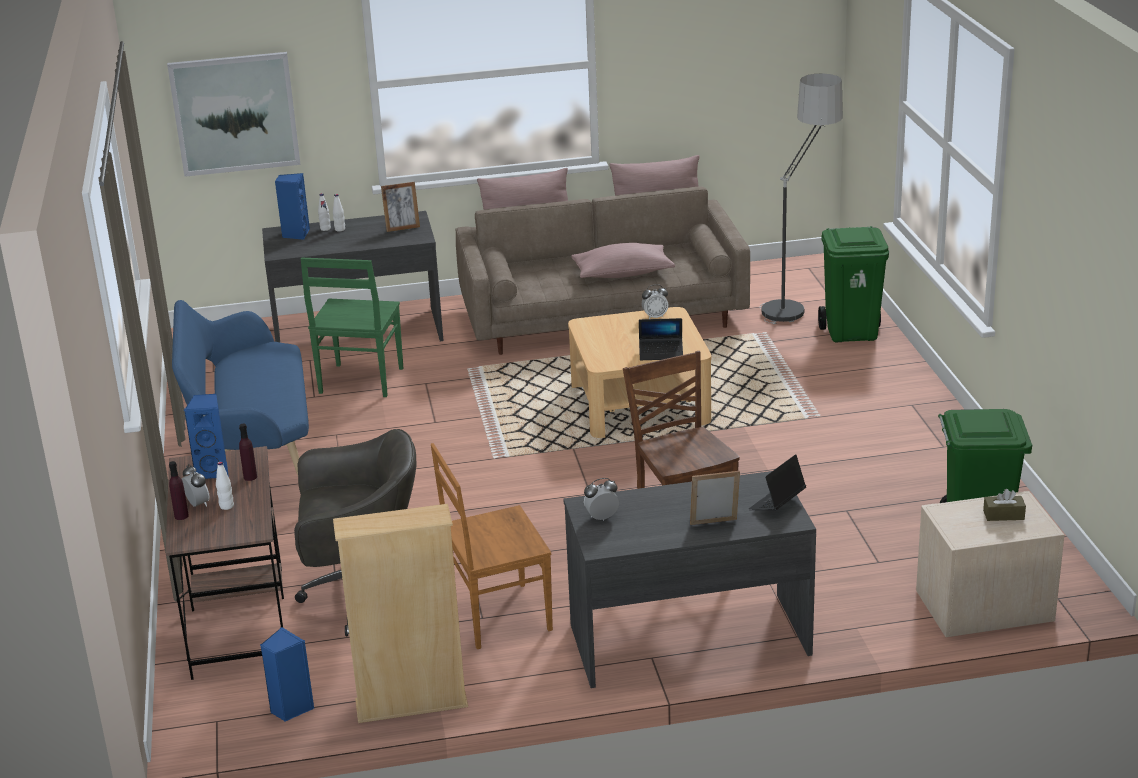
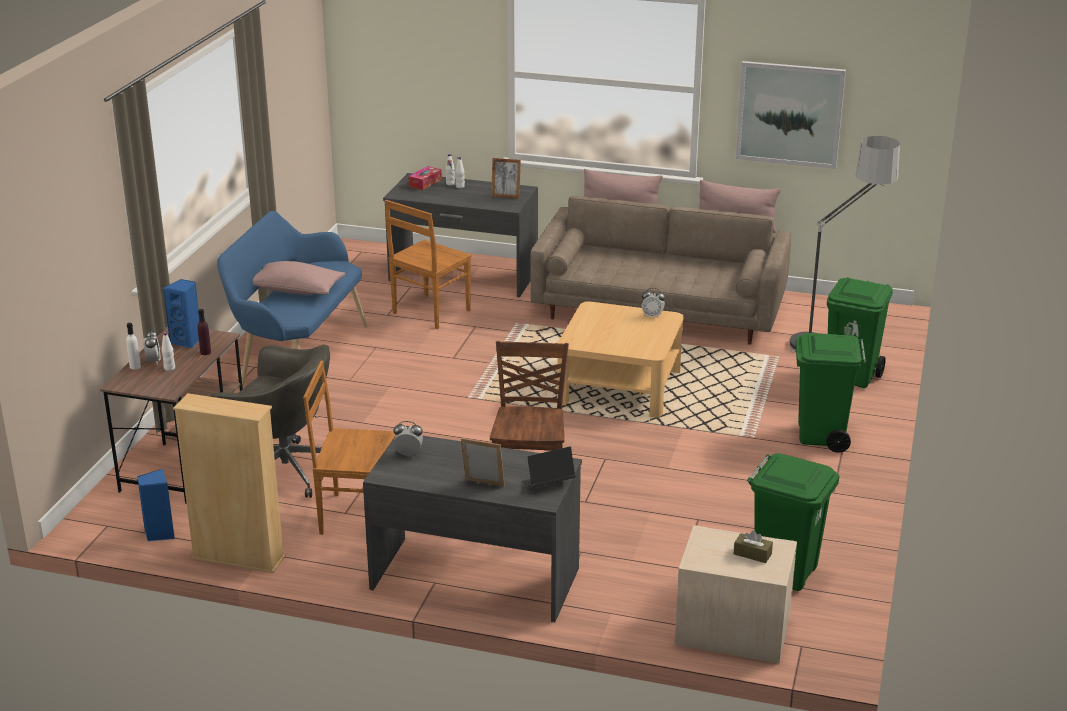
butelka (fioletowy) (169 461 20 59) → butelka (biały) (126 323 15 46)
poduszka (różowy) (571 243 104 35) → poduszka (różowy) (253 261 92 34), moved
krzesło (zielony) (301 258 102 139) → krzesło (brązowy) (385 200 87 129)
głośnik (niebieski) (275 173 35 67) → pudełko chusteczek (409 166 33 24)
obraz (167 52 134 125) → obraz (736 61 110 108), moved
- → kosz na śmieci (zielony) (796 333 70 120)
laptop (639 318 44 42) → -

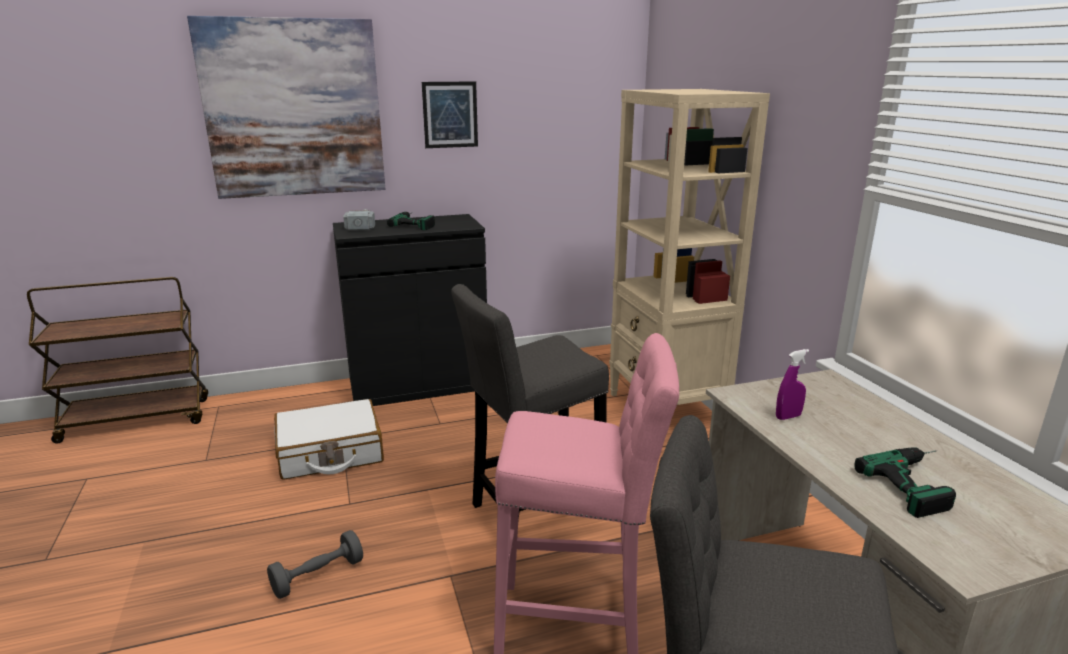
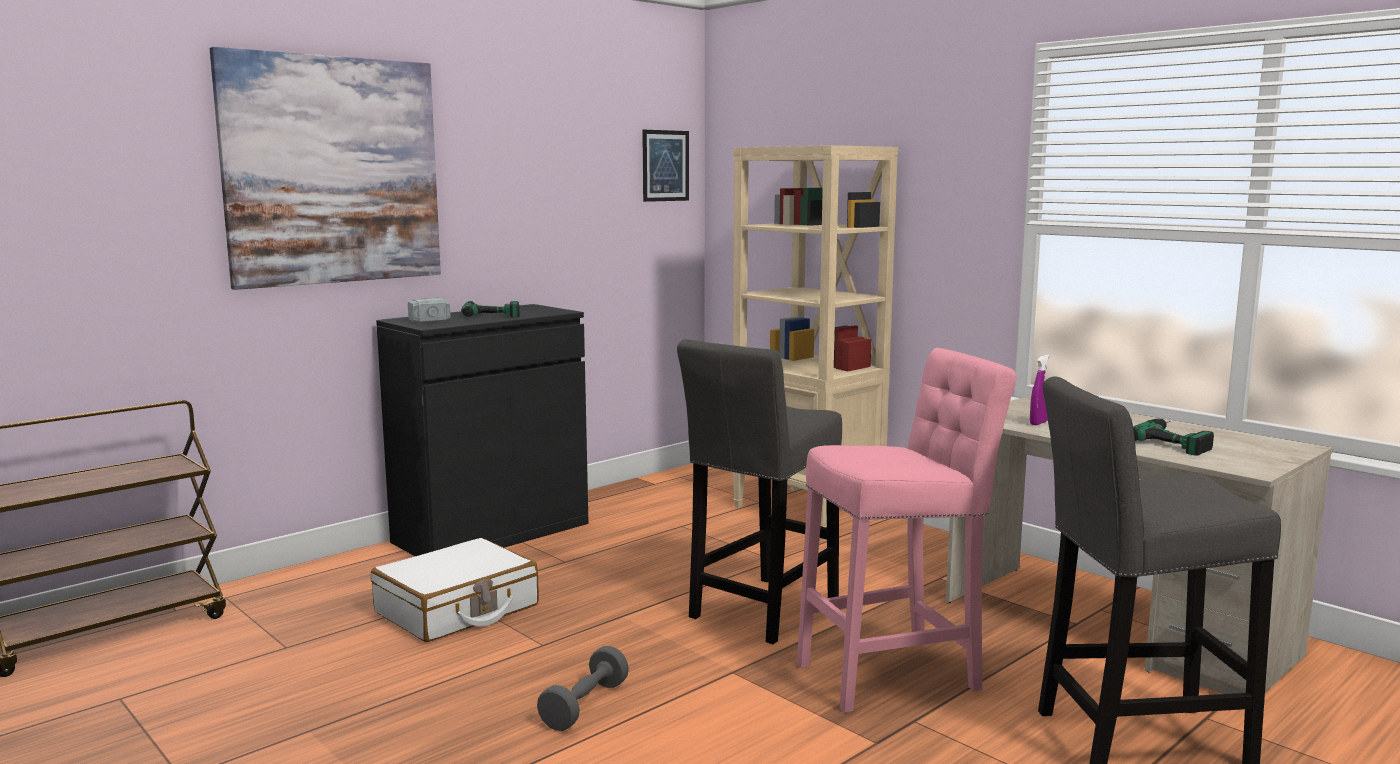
obraz (422 81 56 67) → obraz (642 130 47 72), moved

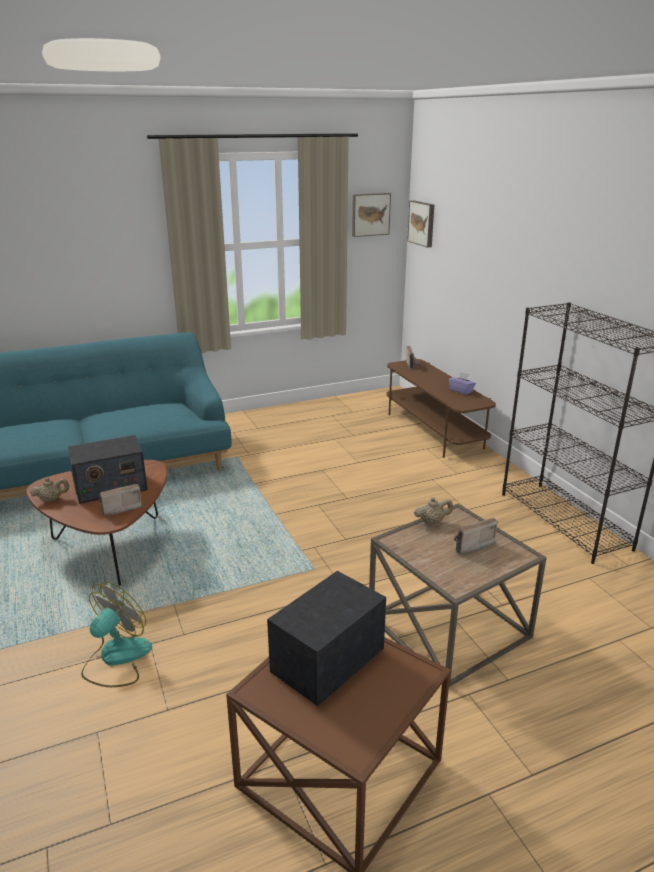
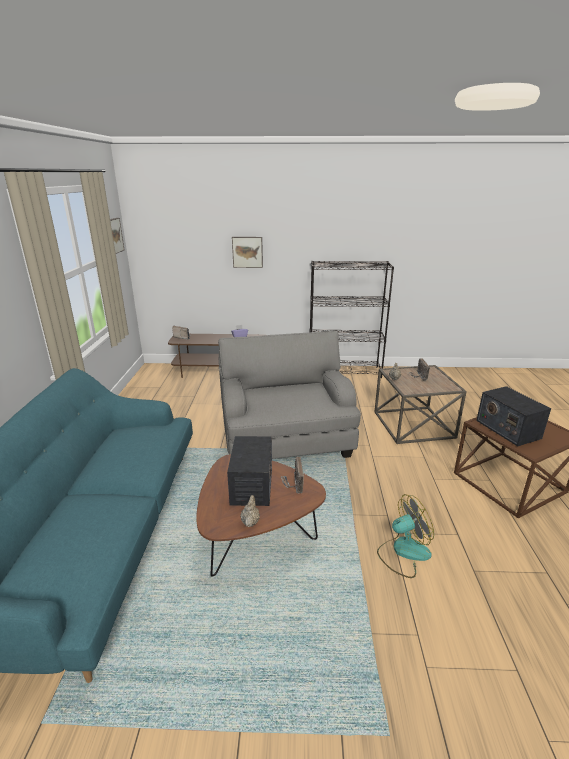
- → fotel (szary) (218 331 143 128)
obraz (407 200 27 48) → obraz (232 237 31 31), moved
wentylator (81 582 71 105) → wentylator (377 494 57 84), 105 degrees clockwise

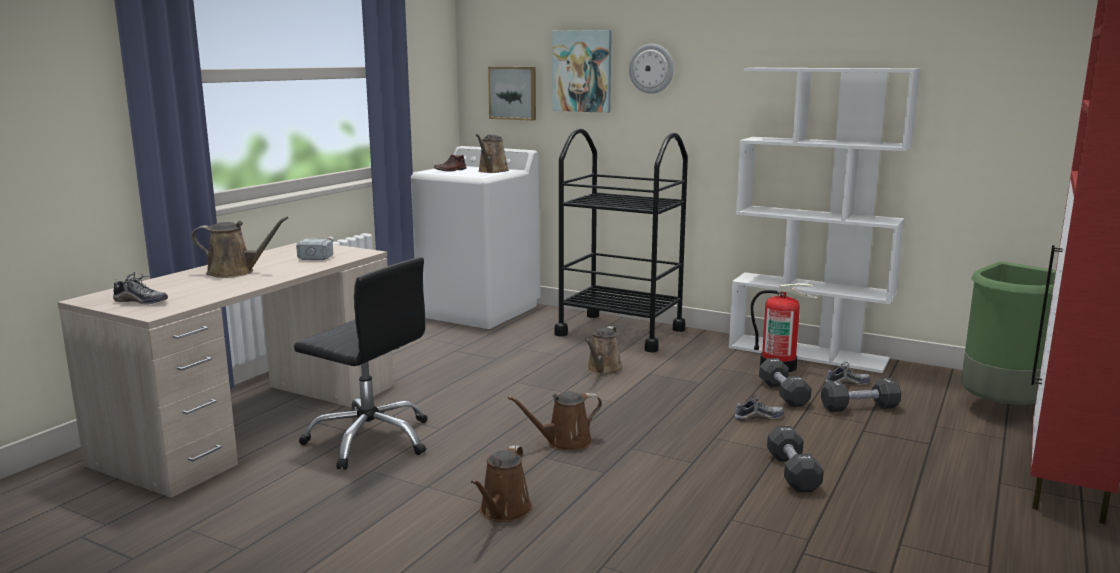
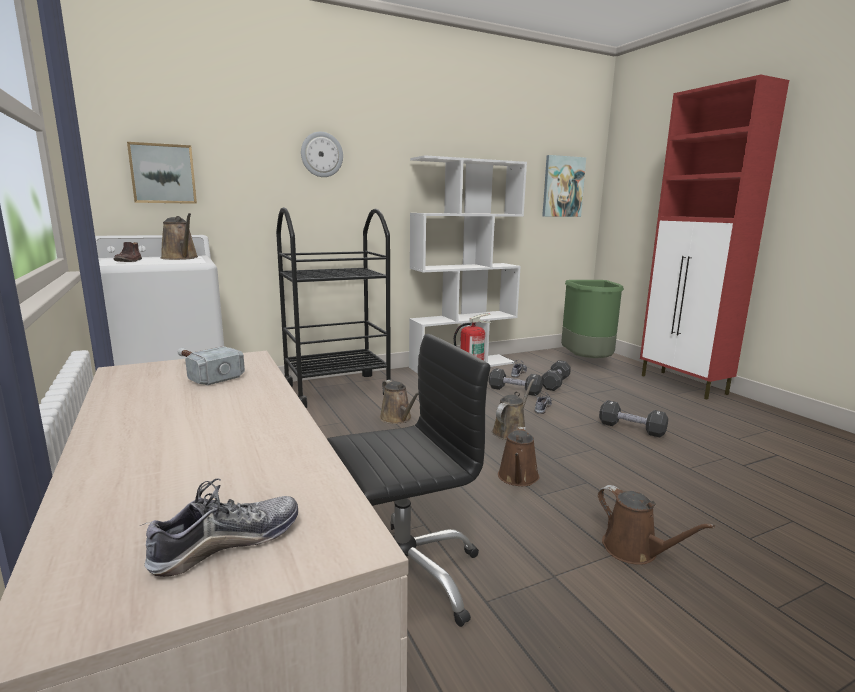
konewka (brązowy) (191 216 98 62) → konewka (brązowy) (492 379 42 61), moved
obraz (552 30 60 83) → obraz (542 155 44 62), moved

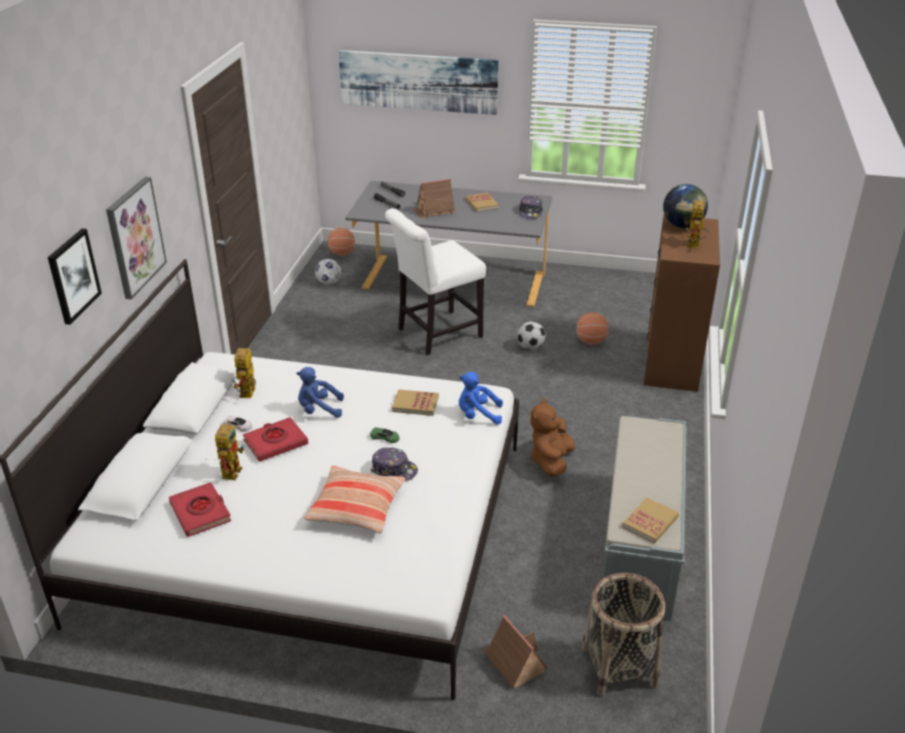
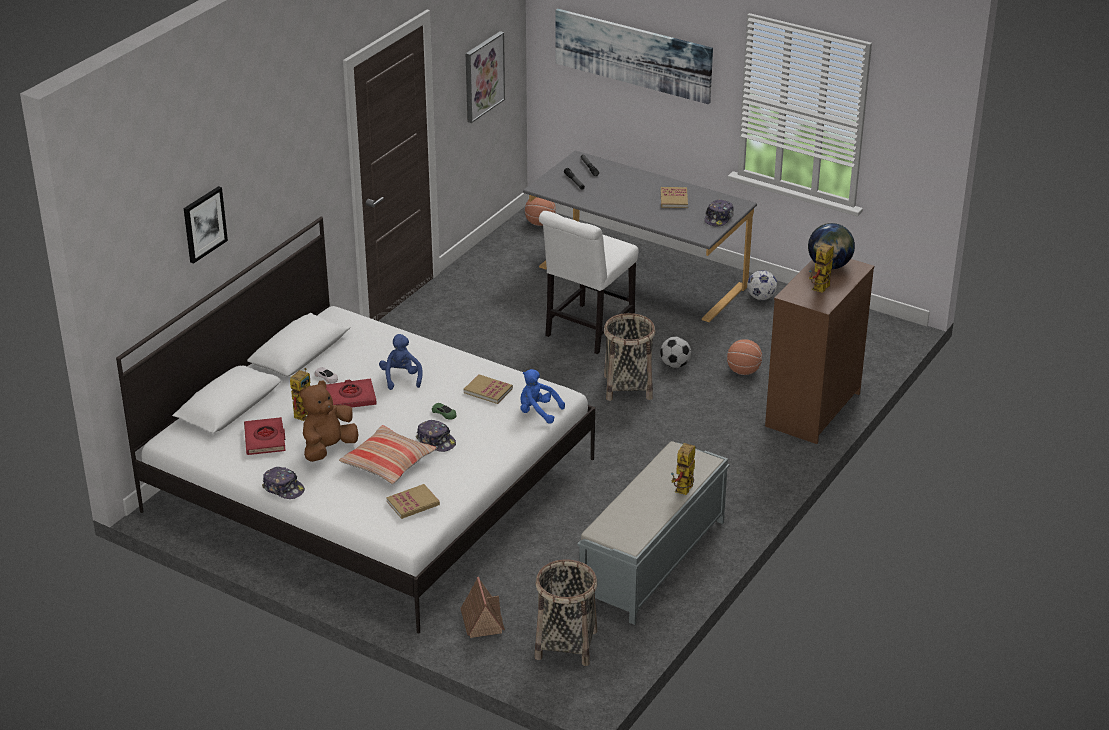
- → czapka z daszkiem (262 467 43 32)
pluszak (brązowy) (531 399 44 78) → pluszak (brązowy) (300 381 58 81), moved
pluszak (niebieski) (297 367 47 51) → pluszak (niebieski) (379 334 44 56), 60 degrees clockwise
książka (622 497 57 46) → książka (386 484 54 35), moved
obraz (106 177 61 122) → obraz (466 31 39 92), moved
krzesło (biały) (385 208 101 147) → krzesło (biały) (539 211 99 143), 45 degrees counterclockwise
- → koszyk (604 313 51 88)
robot zabawkowy (232 348 24 50) → robot zabawkowy (671 443 24 52), moved
piłka futbolowa (315 259 26 26) → piłka futbolowa (747 270 30 30), moved
domek (412 179 43 39) → -

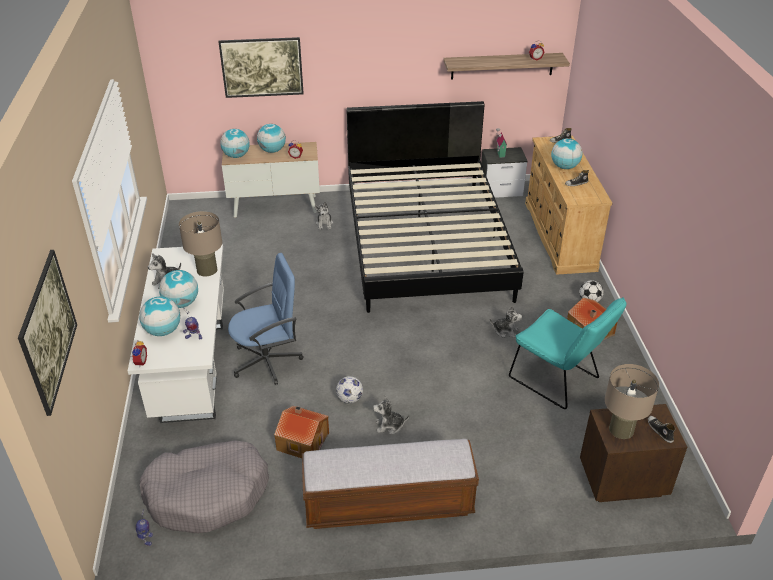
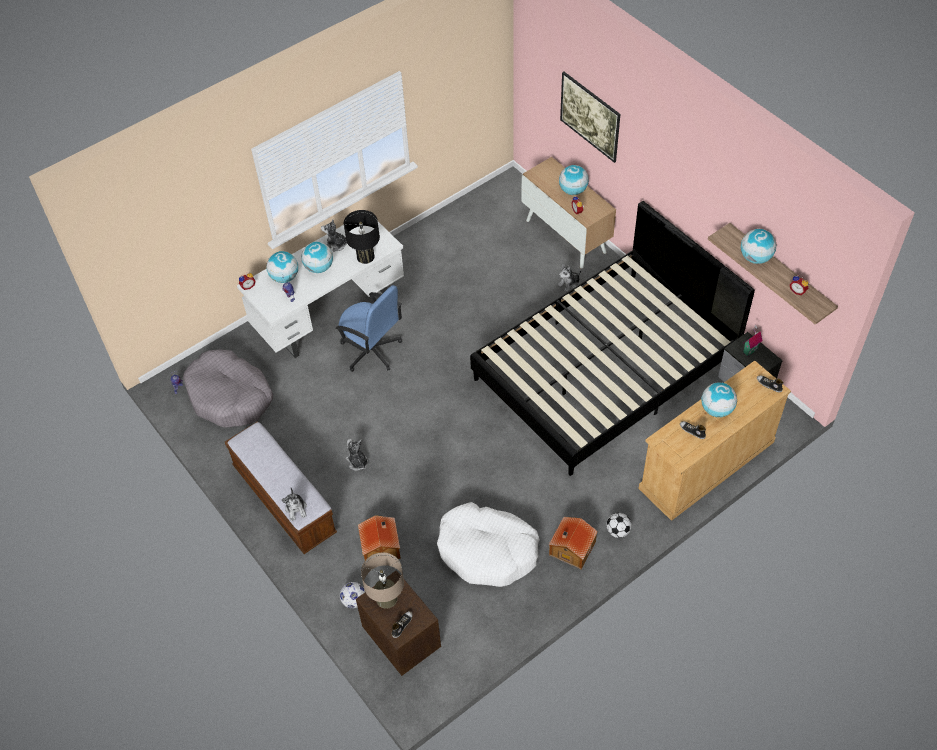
pluszak (490 305 32 33) → pluszak (281 488 26 33), moved
piłka futbolowa (336 376 27 28) → piłka futbolowa (340 582 25 26), moved
lampa stołowa (beżowy) (179 211 43 66) → lampa stołowa (czarny) (344 210 36 54)
domek (274 406 55 52) → domek (358 515 43 45), moved
krzesło (turkusowy) (509 297 117 112) → legowisko (biały) (437 502 103 85)
globus (220 129 30 29) → globus (741 229 35 35), moved
obraz (18 250 59 166) → -

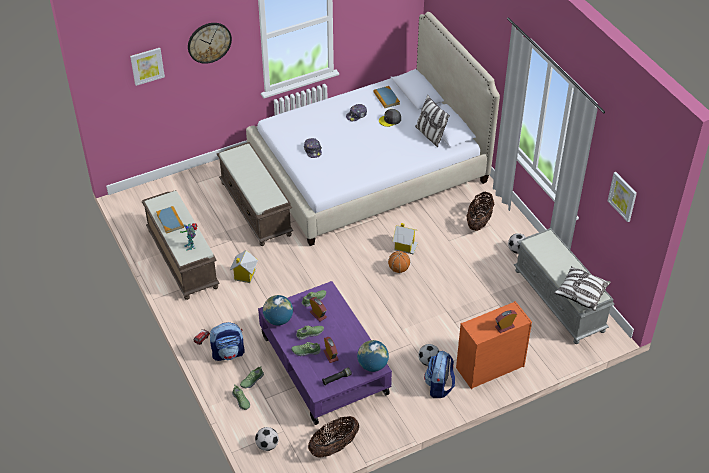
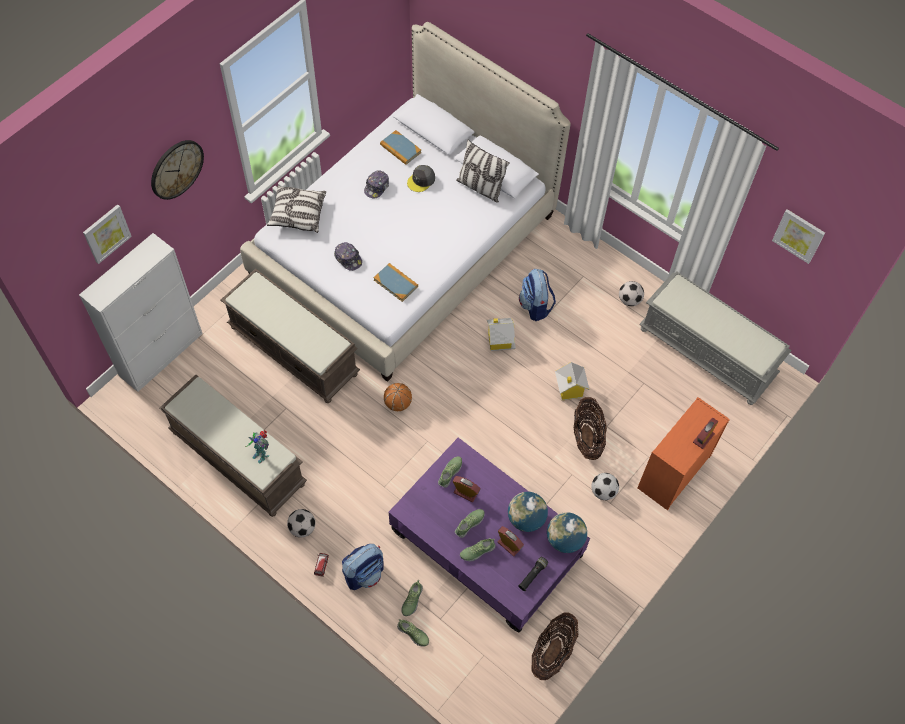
- → szafka (biały) (79 233 124 159)
poduszka (554 266 56 45) → poduszka (267 186 59 47), moved
piłka futbolowa (255 427 24 24) → piłka futbolowa (287 509 29 28), moved
książka (156 206 28 28) → książka (374 263 44 39), moved
piłka do koszykówki (388 251 22 22) → piłka do koszykówki (384 383 28 28), moved
globus (263 295 30 31) → globus (508 492 40 40), moved
plecak (424 351 31 47) → plecak (519 269 37 52), moved
domek (230 250 28 33) → domek (555 362 35 38), moved
koszyk (466 192 28 39) → koszyk (573 397 34 63), moved

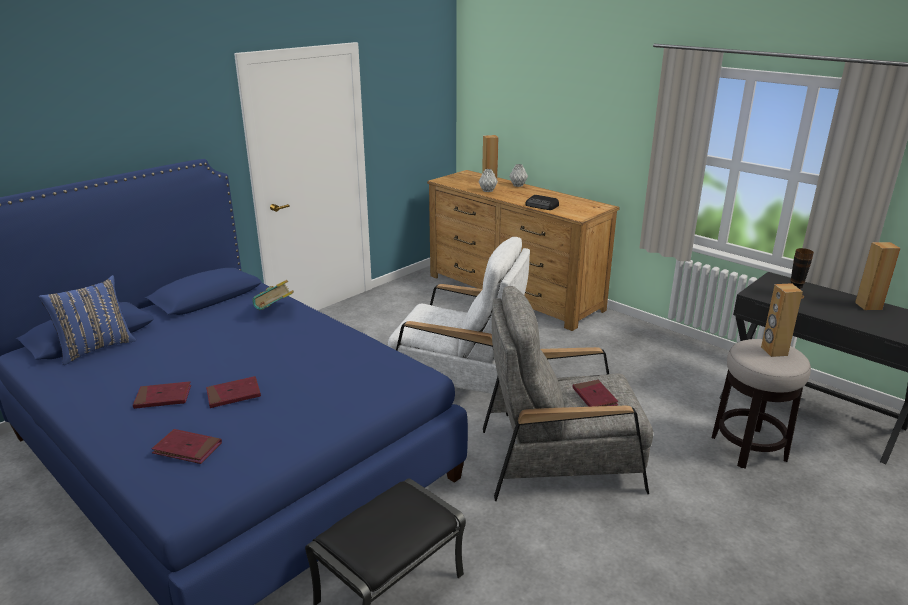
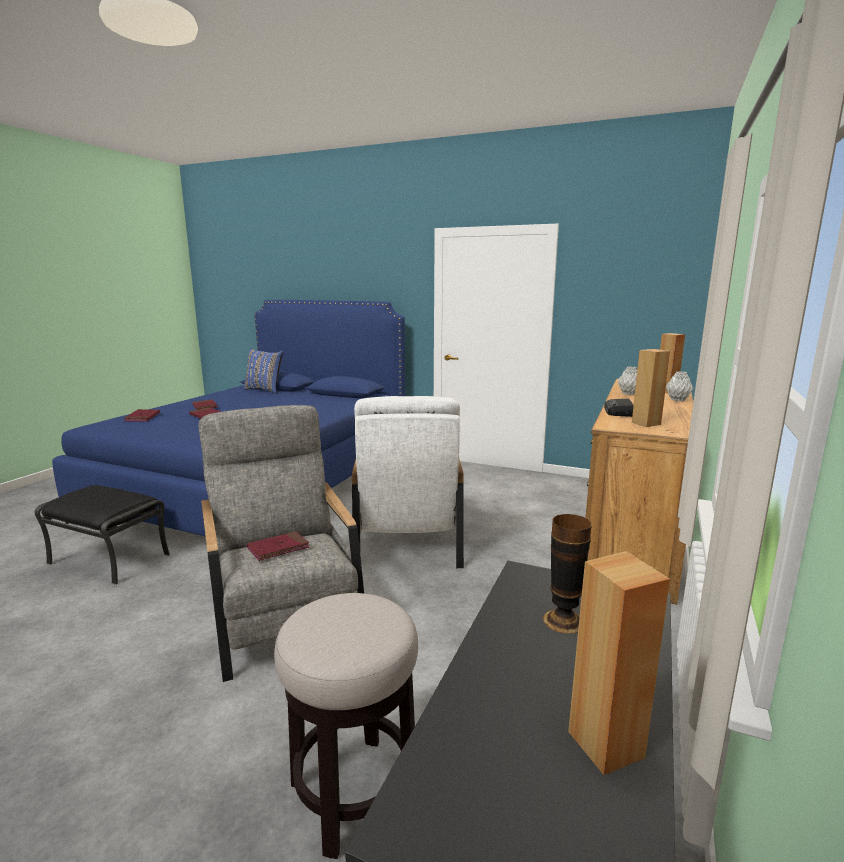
głośnik (brązowy) (761 283 42 74) → głośnik (brązowy) (632 349 38 78), moved
książka (252 280 42 30) → -

